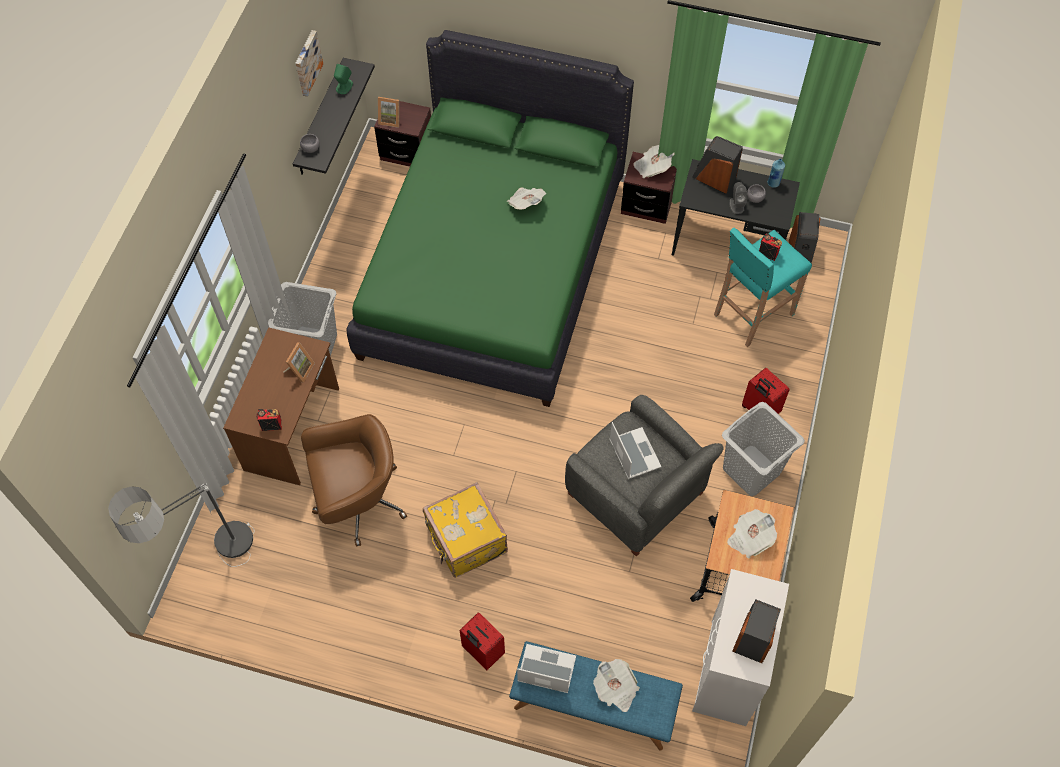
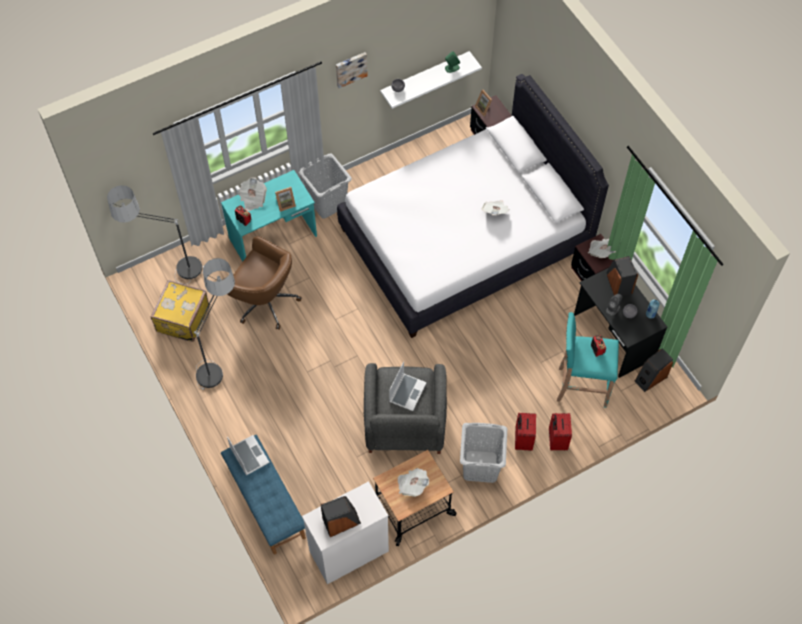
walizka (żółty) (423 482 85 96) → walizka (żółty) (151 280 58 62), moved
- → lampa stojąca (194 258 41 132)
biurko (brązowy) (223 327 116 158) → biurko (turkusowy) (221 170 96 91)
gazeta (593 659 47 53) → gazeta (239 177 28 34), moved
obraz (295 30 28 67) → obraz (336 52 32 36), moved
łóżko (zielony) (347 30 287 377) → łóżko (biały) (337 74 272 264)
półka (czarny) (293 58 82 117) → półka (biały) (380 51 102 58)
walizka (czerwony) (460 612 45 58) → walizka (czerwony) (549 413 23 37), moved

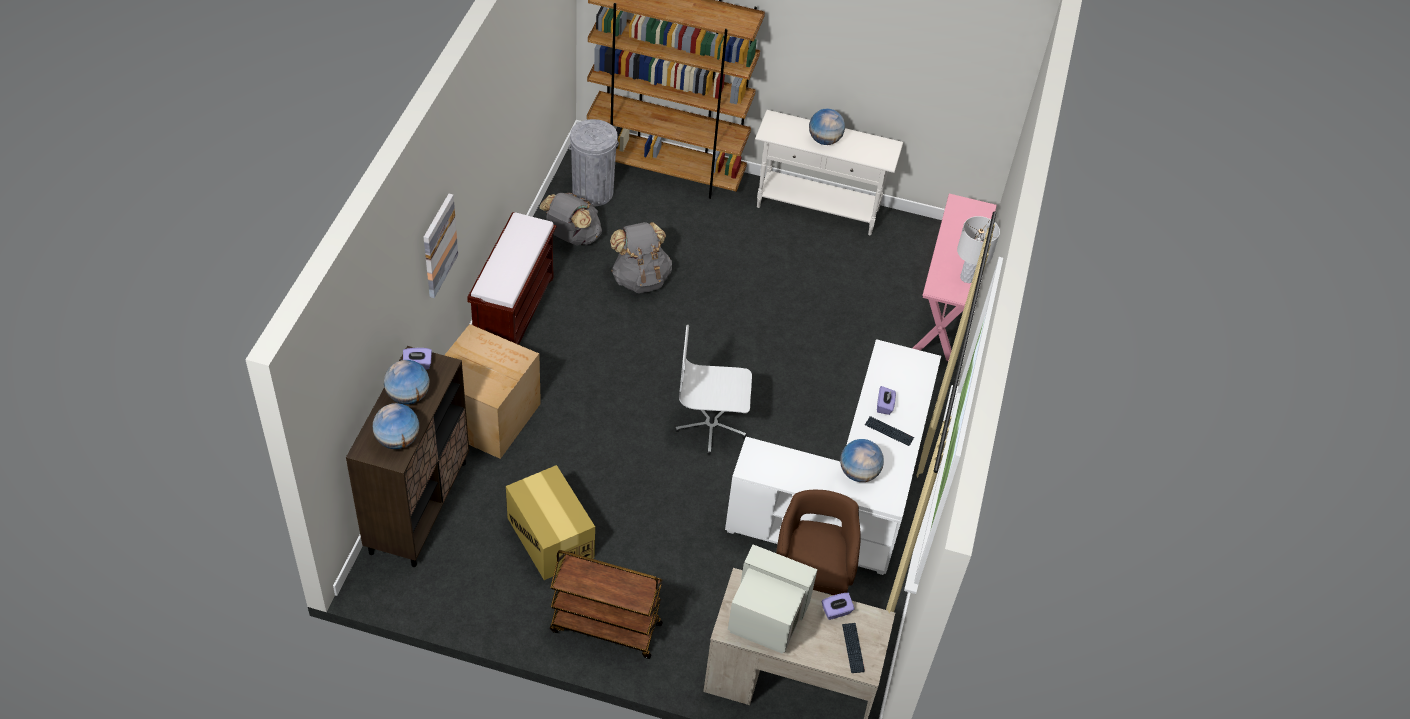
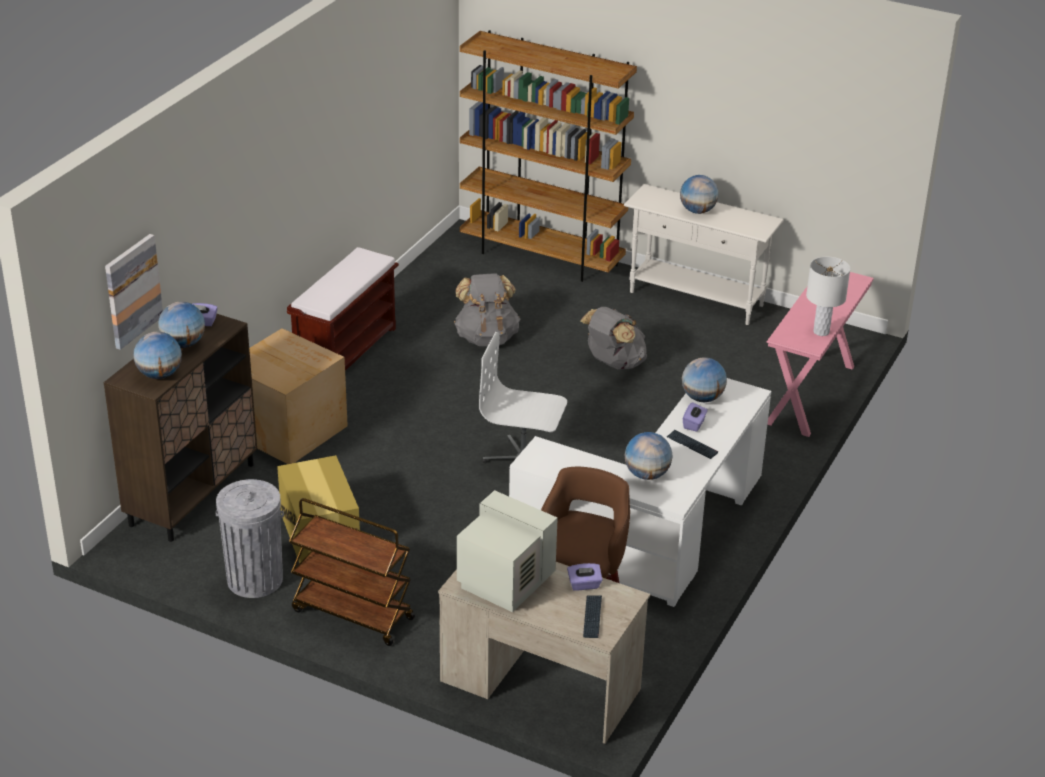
obraz (424 193 34 105) → obraz (105 234 58 116), moved
kosz na śmieci (szary) (569 119 50 88) → kosz na śmieci (szary) (215 479 69 119), moved
plecak (szary) (539 193 63 52) → plecak (szary) (580 307 67 63), moved
- → globus (682 357 45 45)

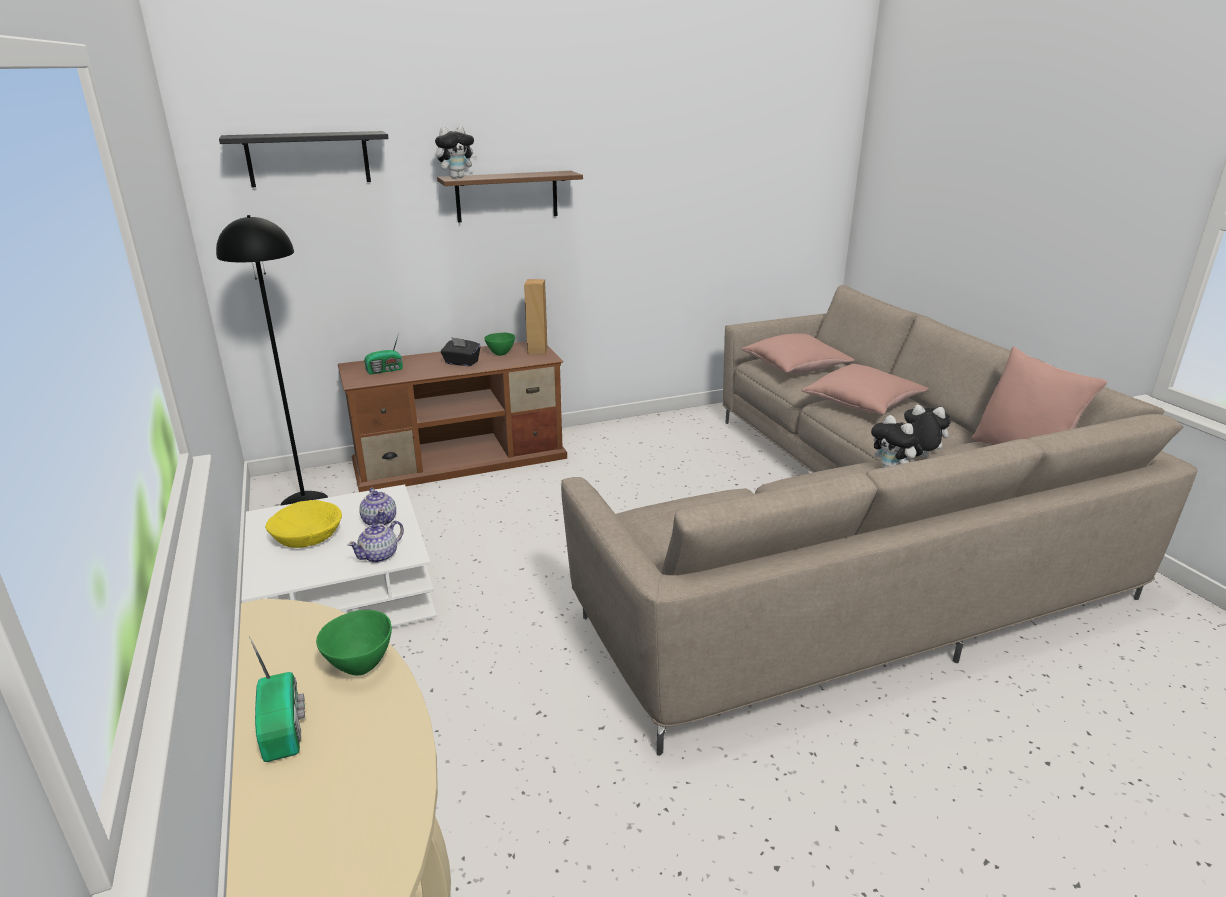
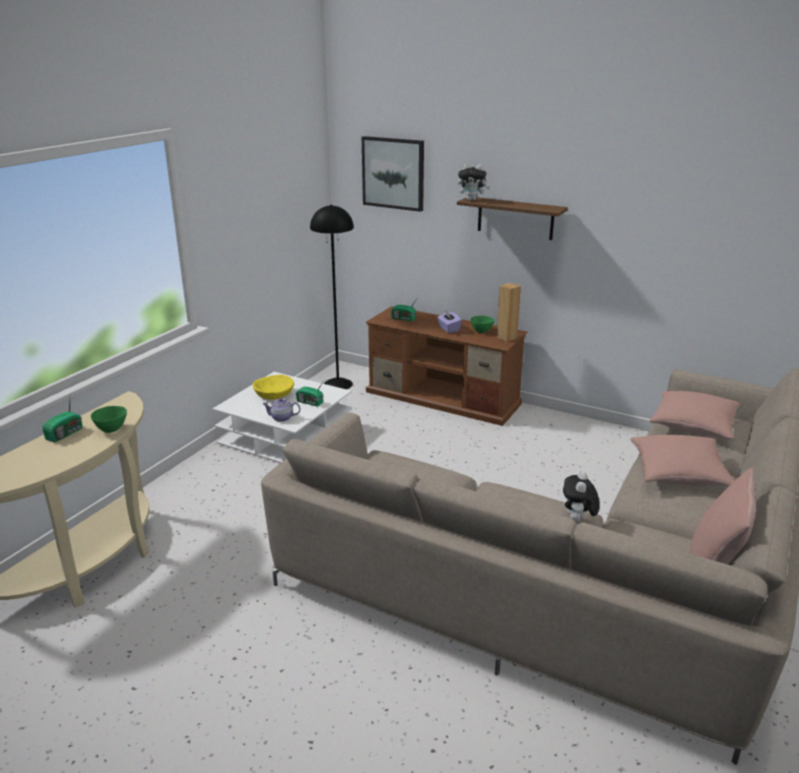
imbryk (359 488 37 37) → radio (296 382 27 24)
półka (czarny) (219 131 169 56) → obraz (362 136 62 76)
pudełko chusteczek (czarny) (441 337 40 29) → pudełko chusteczek (fioletowy) (437 310 25 23)
pluszak (904 405 47 52) → -

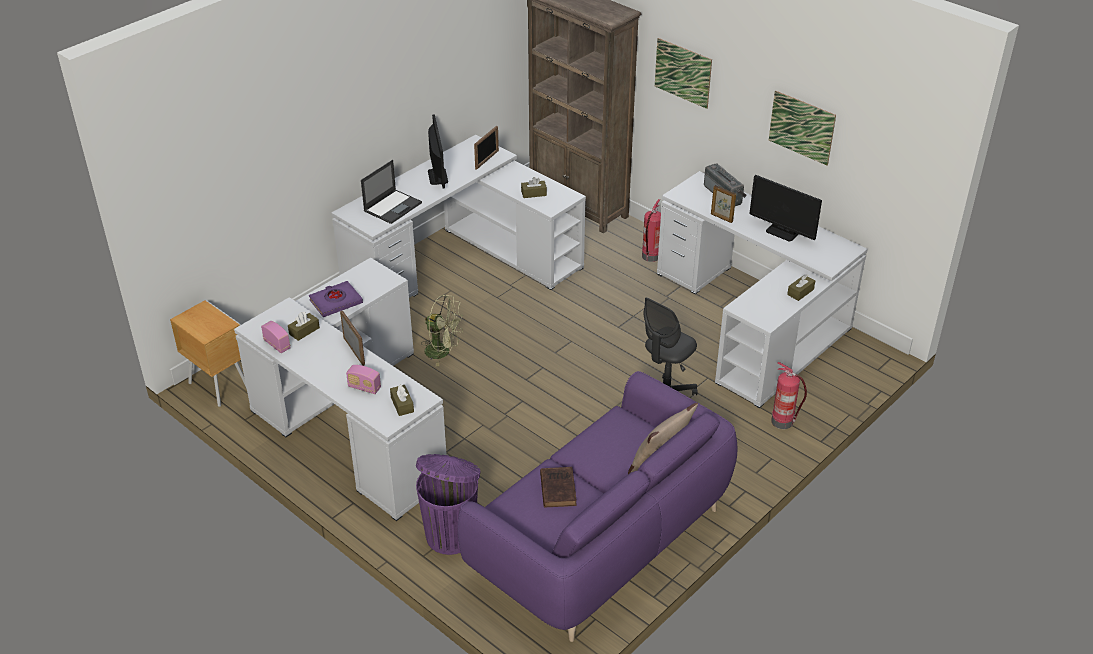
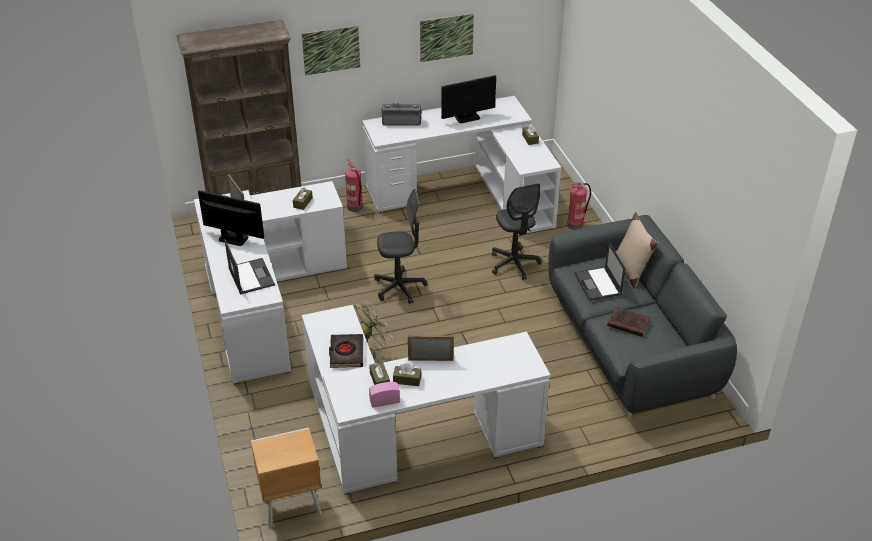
książka (fioletowy) (309 281 54 36) → książka (czarny) (329 334 34 34)
- → krzesło biurowe (szary) (374 189 54 115)
pudełko chusteczek (brązowy) (390 384 24 32) → pudełko chusteczek (brązowy) (393 363 28 23), moved
kanapa (fioletowy) (458 371 279 271) → kanapa (szary) (548 215 189 204)
- → laptop (575 241 50 60)
radio (346 365 35 29) → -
kosz na śmieci (fioletowy) (416 454 65 101) → -
ramka na zdjęcie (711 185 25 38) → -

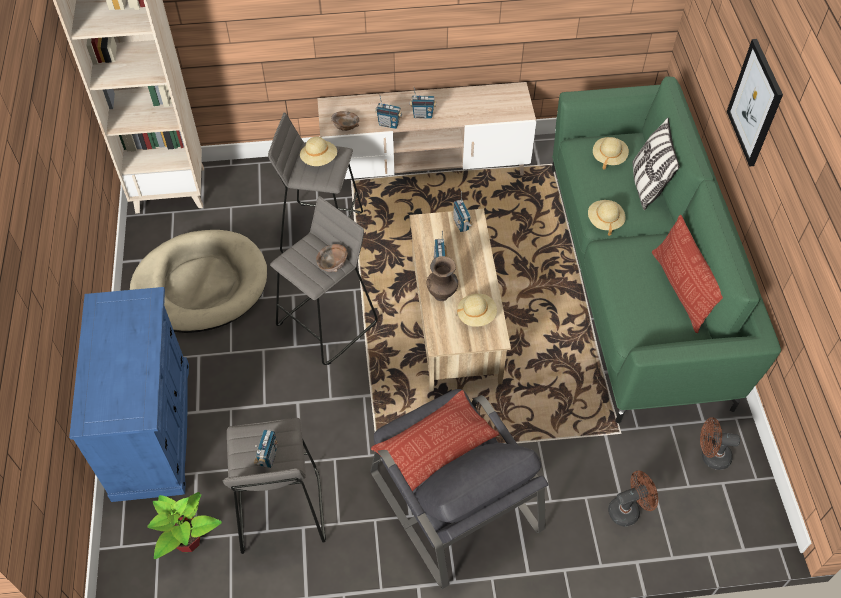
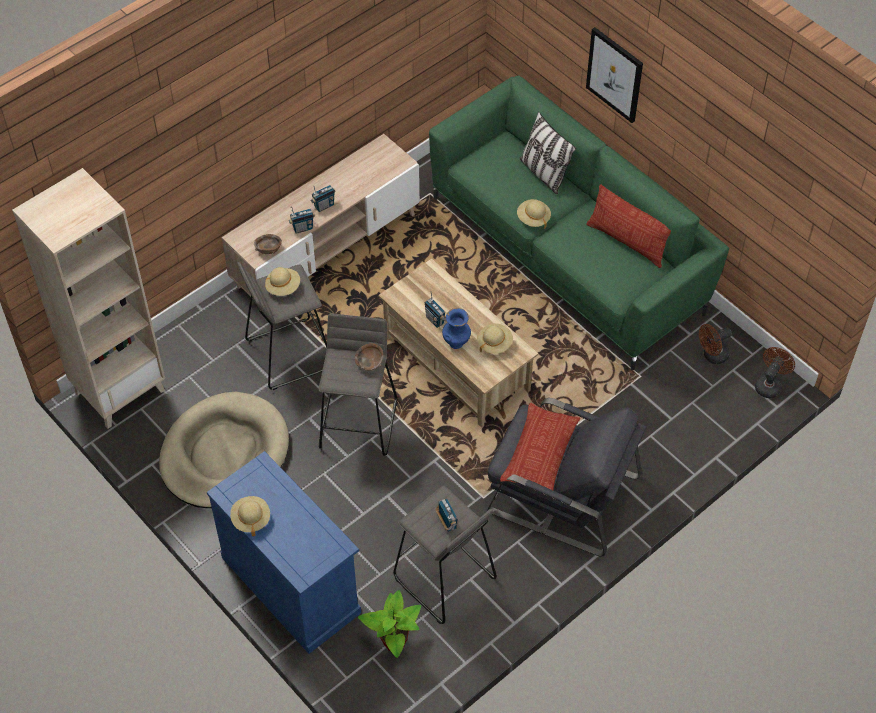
kapelusz (beżowy) (593 137 36 33) → kapelusz (beżowy) (230 496 40 40), moved
wazon (brązowy) (427 256 31 45) → wazon (niebieski) (442 308 29 41)
wentylator (brązowy) (608 471 50 55) → wentylator (brązowy) (755 347 40 51), moved
radio (453 191 20 41) → -

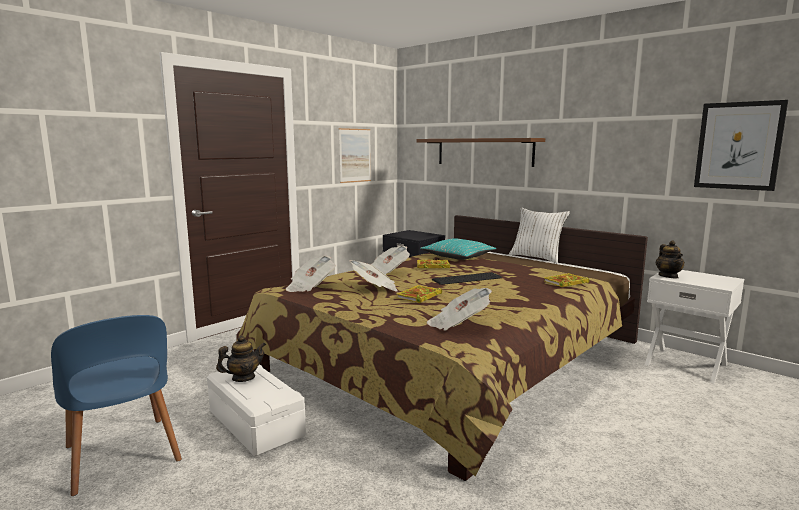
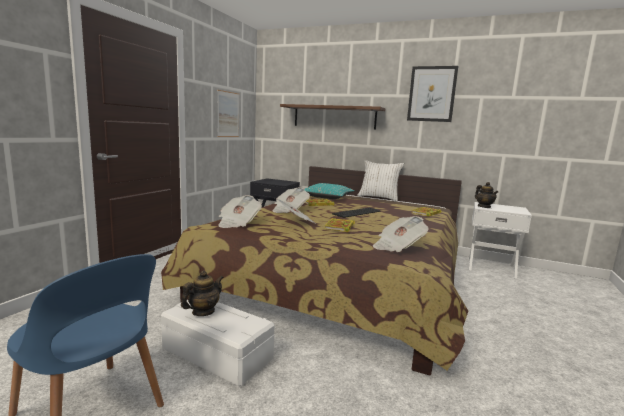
obraz (694 100 94 91) → obraz (407 66 51 56), moved

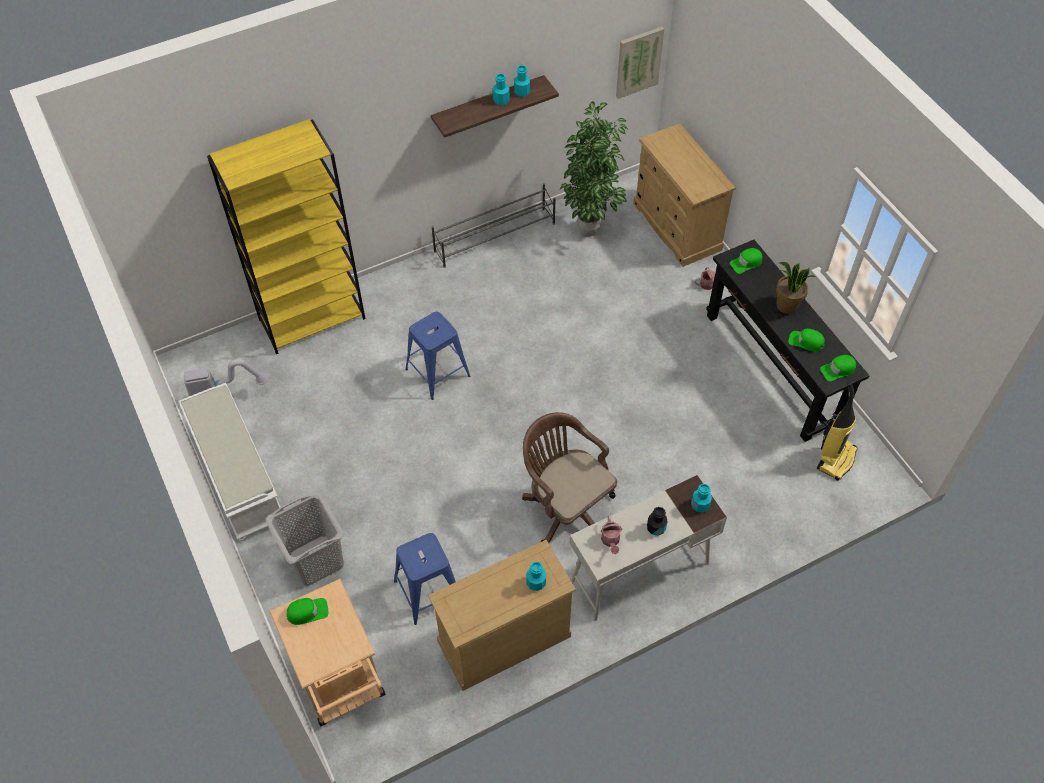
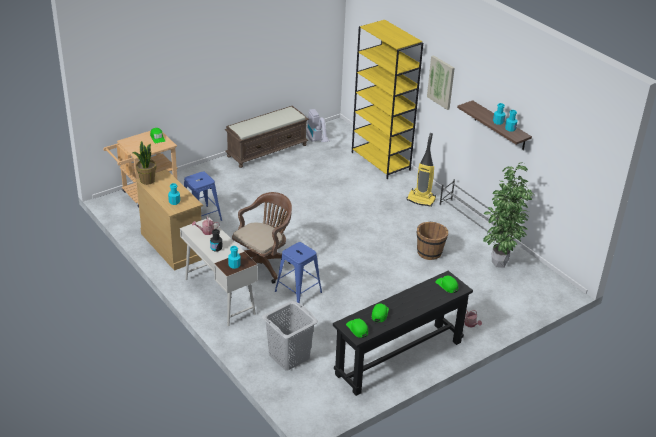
roślina doniczkowa (776 262 40 52) → roślina doniczkowa (133 141 24 44), moved
ławka (biały) (178 383 103 158) → ławka (brązowy) (225 106 84 62)
kosz na pranie (szary) (265 492 79 94) → kosz na pranie (szary) (262 301 56 70), moved
stołek (niebieski) (405 312 65 88) → stołek (niebieski) (275 242 47 61), moved
odkurzacz (817 381 41 100) → odkurzacz (406 133 30 74), moved
- → wiadro (brązowy) (417 222 31 38)
obraz (616 27 48 72) → obraz (427 55 28 55), moved
komoda (beżowy) (633 123 103 144) → -

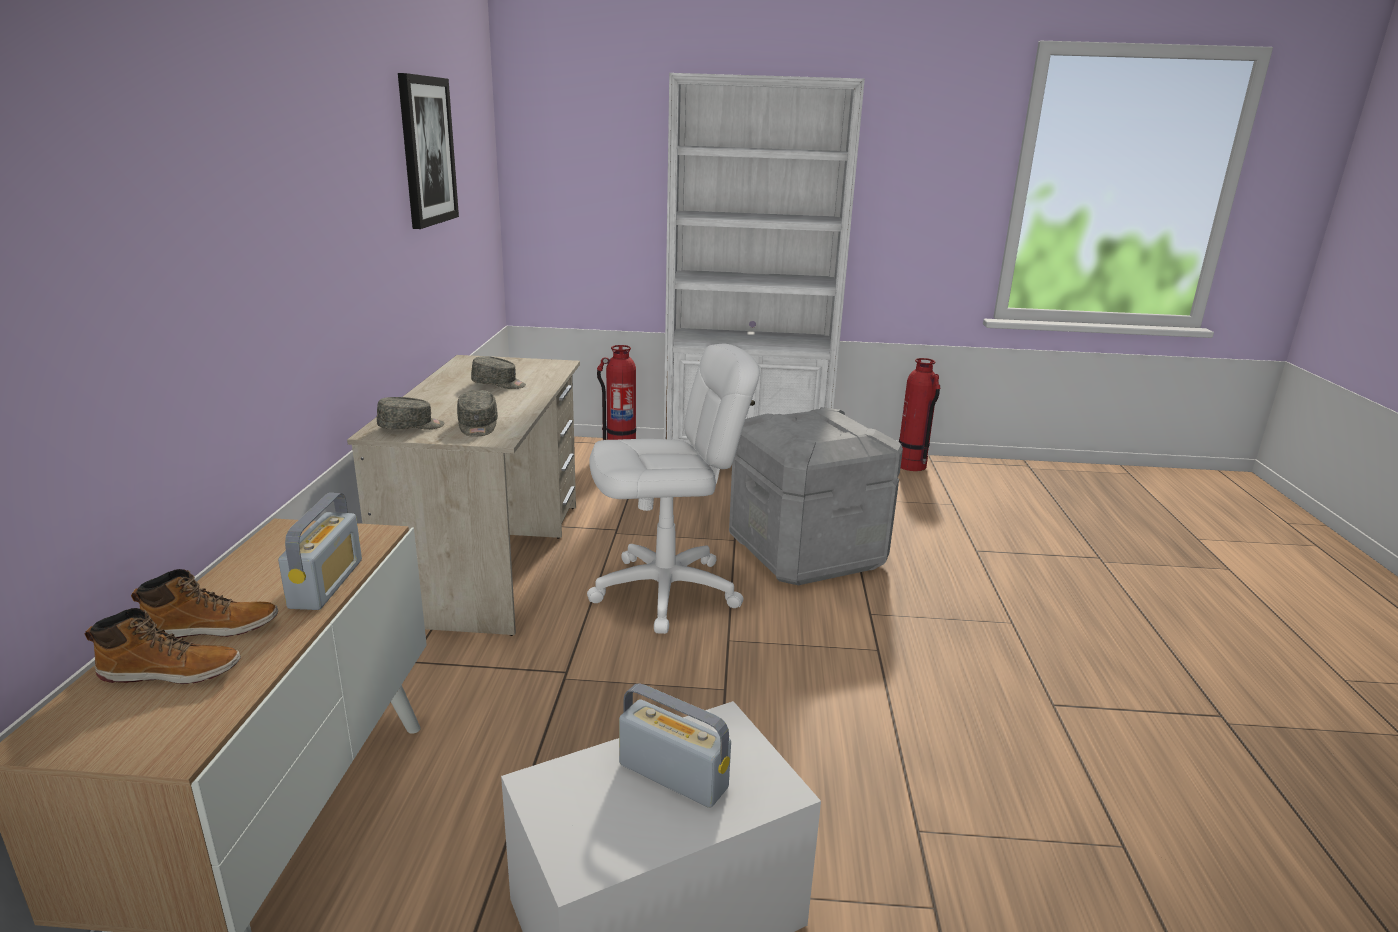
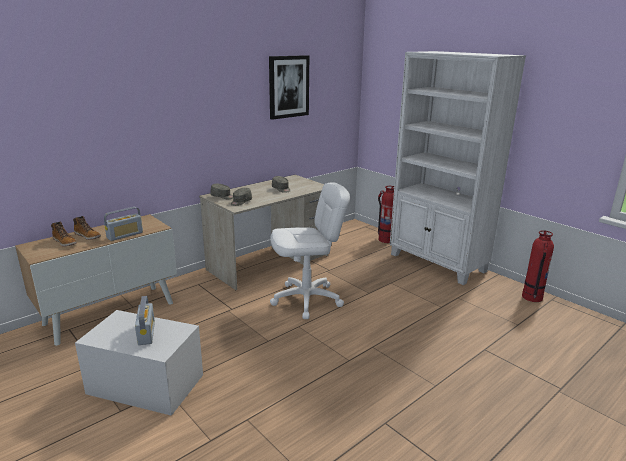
krzesło biurowe (biały) (587 344 172 290) → krzesło biurowe (biały) (270 182 80 137), 45 degrees counterclockwise
pojemnik do przechowywania (szary) (729 407 174 179) → -

